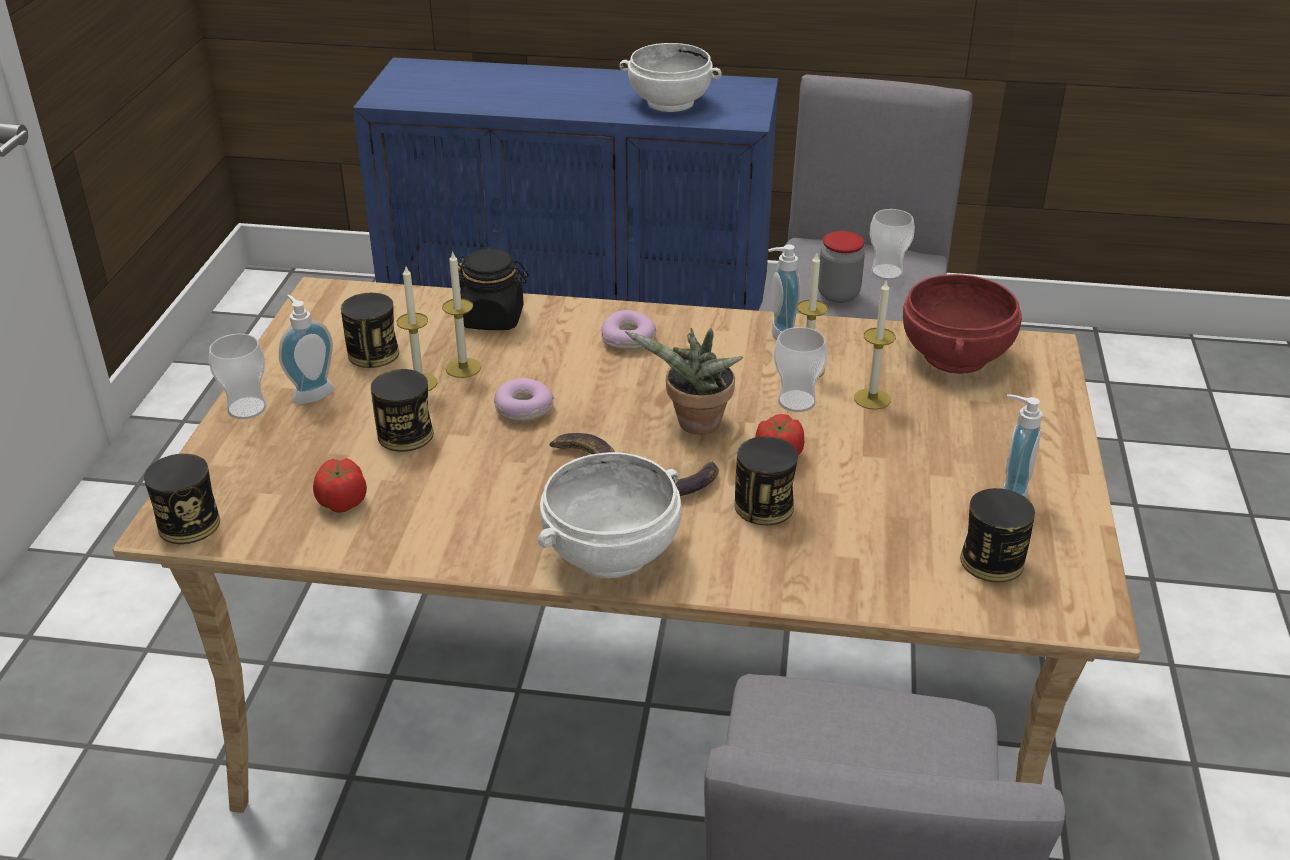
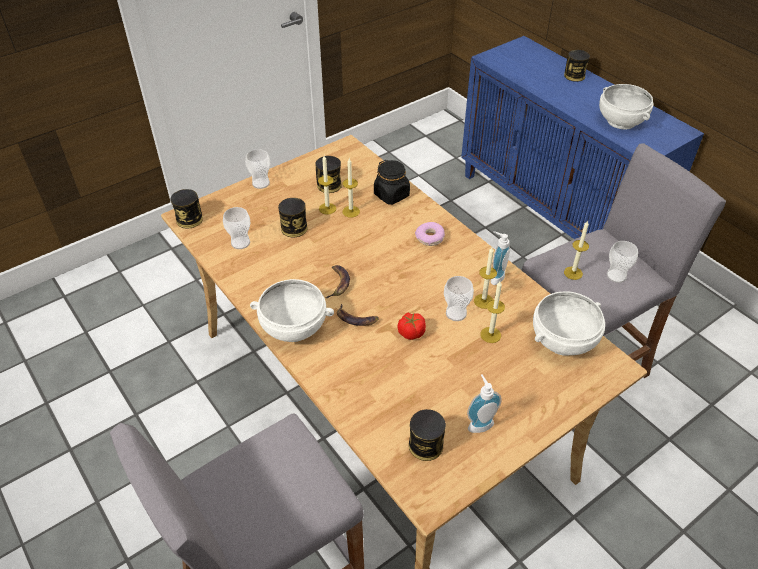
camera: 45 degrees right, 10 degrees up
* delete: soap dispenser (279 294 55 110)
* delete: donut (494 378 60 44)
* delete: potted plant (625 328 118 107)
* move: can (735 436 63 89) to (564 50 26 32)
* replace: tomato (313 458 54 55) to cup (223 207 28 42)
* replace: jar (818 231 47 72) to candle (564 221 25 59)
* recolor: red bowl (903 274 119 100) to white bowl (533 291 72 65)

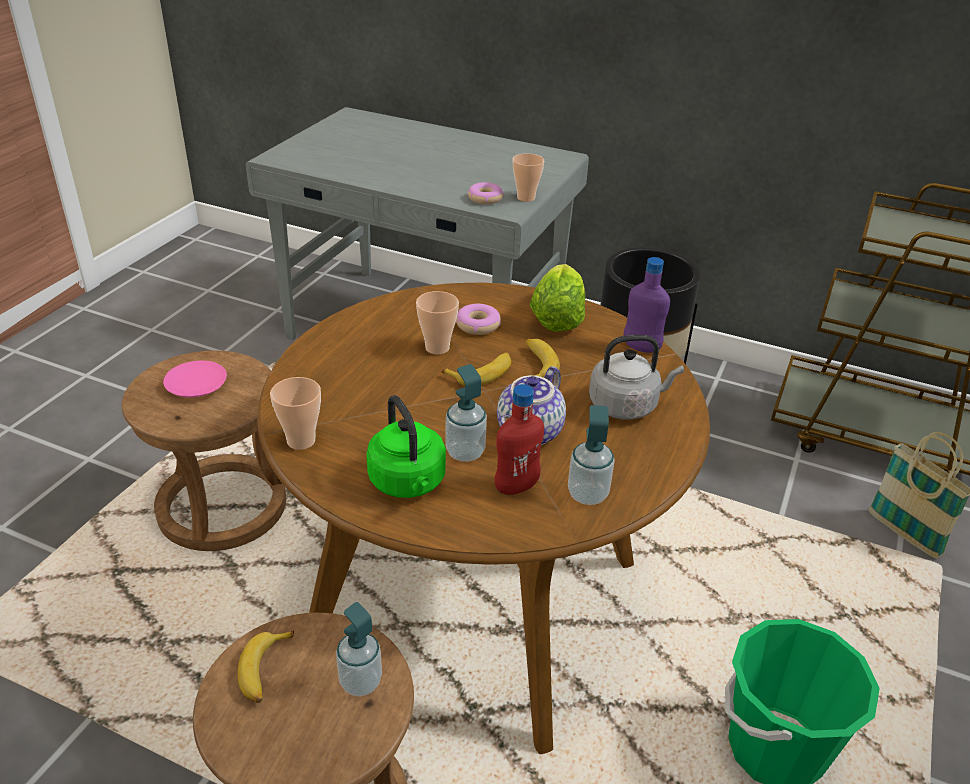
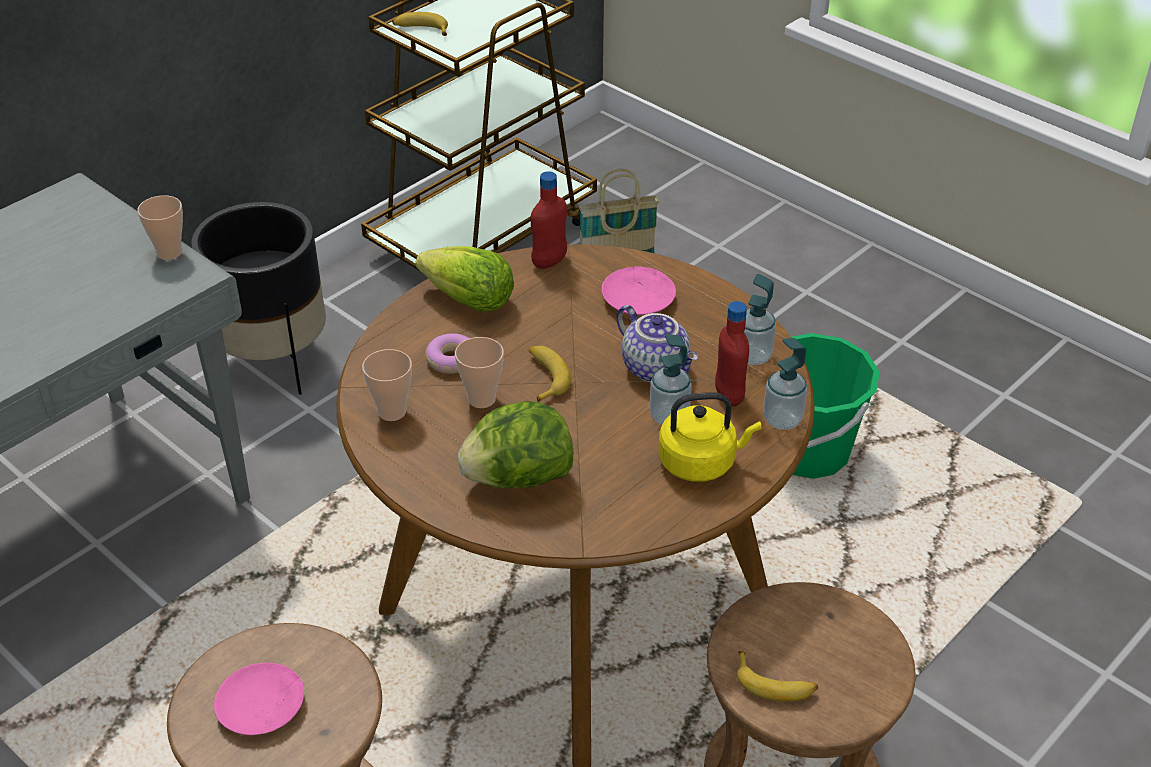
camera: 70 degrees left, 5 degrees up
* delete: donut (468 182 36 23)
* insert: lettuce (458 401 115 87)
* move: cup (270 377 51 73) to (362 349 50 72)
* move: soap dispenser (336 602 46 94) to (764 338 43 92)
* move: banana (526 339 34 39) to (393 12 55 24)
* replace: grey kettle (589 335 95 85) to pink plate (602 266 74 49)
* recolor: green kettle (366 395 80 103) to yellow kettle (659 392 103 90)
* recolor: purple bottle (624 257 46 96) to red bottle (531 171 36 98)

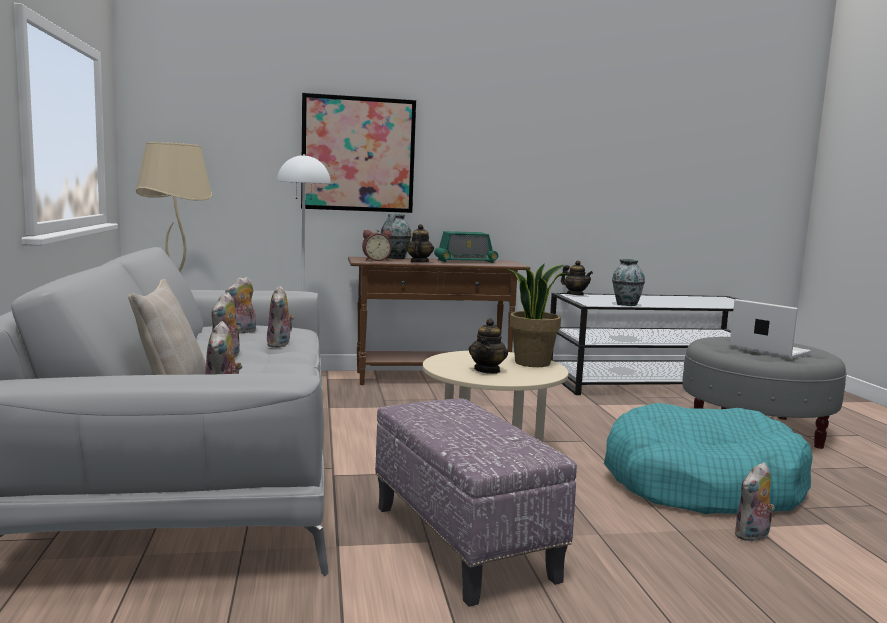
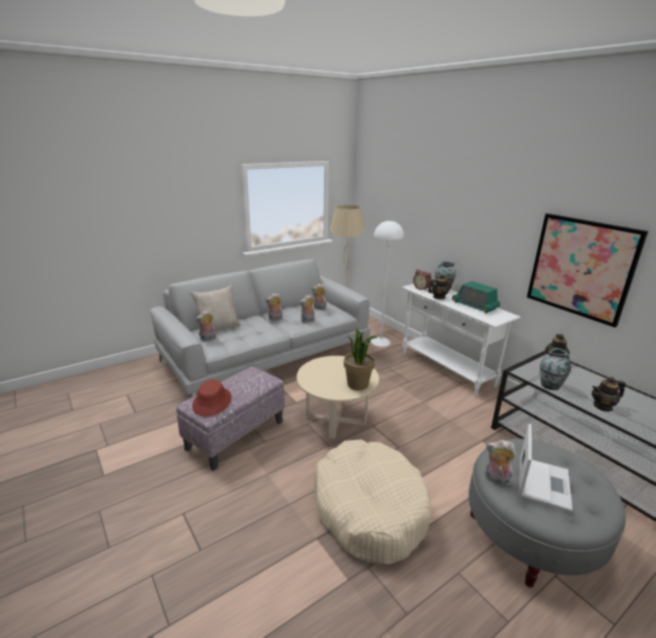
camera: 65 degrees right, 15 degrees up
* insert: red hat (192 379 39 38)
* move: picture (301 93 115 120) to (527 213 121 114)
* move: teapot (469 318 39 56) to (592 377 34 35)
* move: plush toy (734 462 41 80) to (485 440 31 47)
* recolor: brown console table (348 257 182 128) to white console table (401 284 120 113)
* recolor: turquoise dog bed (604 403 209 111) to beige dog bed (314 439 118 125)

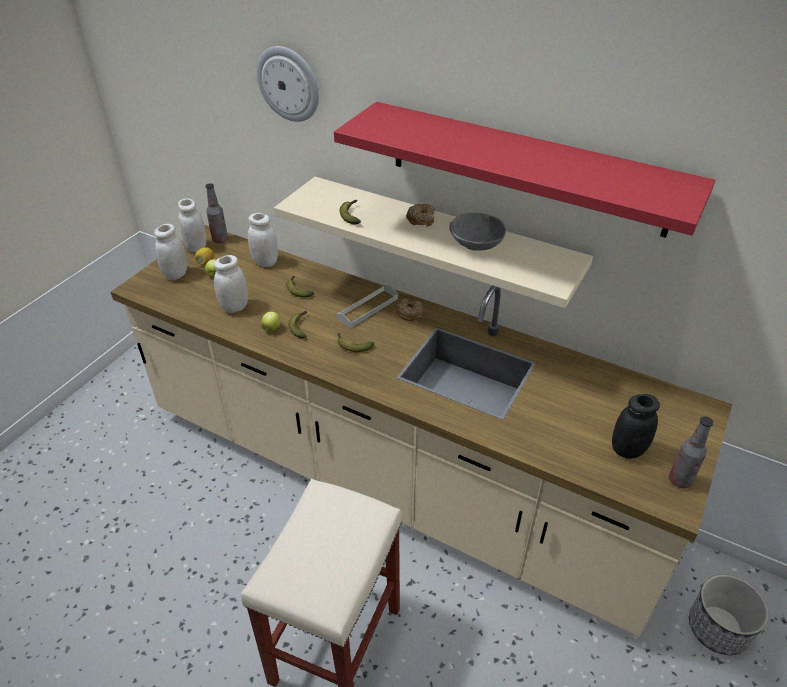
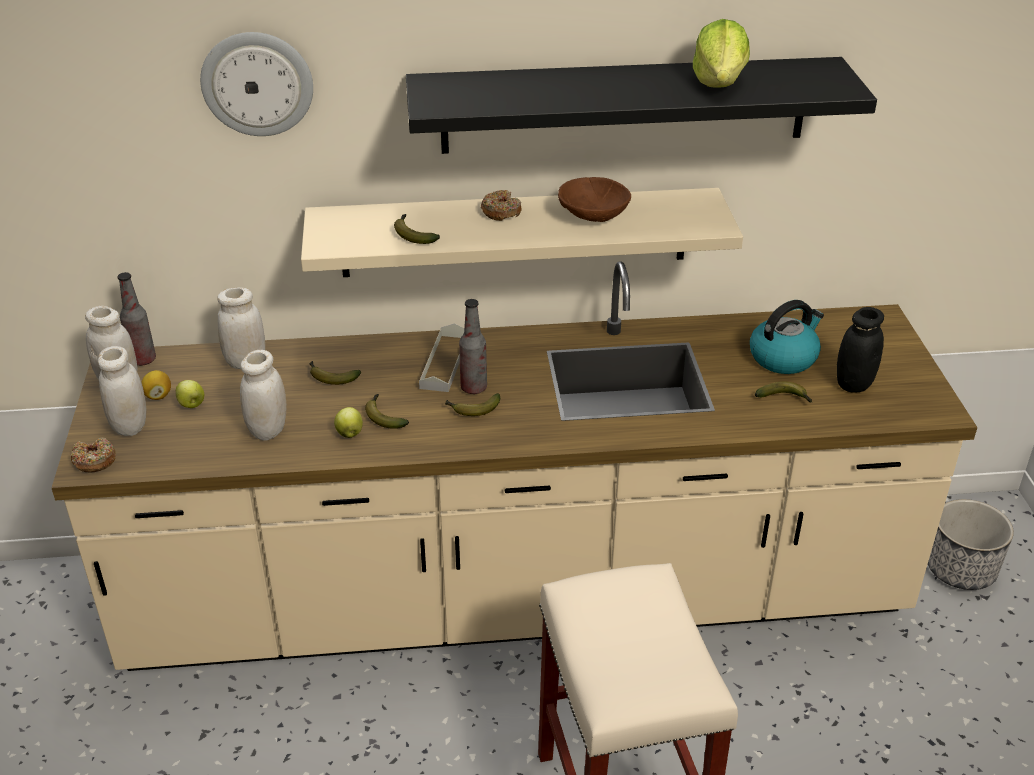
camera: 35 degrees left, 5 degrees down
* insert: lettuce (693 19 57 69)
* insert: kettle (750 300 74 74)
* insert: banana (755 381 57 21)
* move: donut (396 298 27 23) to (71 437 45 36)
* move: bottle (669 416 44 73) to (459 299 28 95)
* recolor: red shelf (334 102 381 136) to black shelf (406 57 471 97)
* recolor: grey bowl (450 213 56 38) to brown bowl (558 177 73 45)

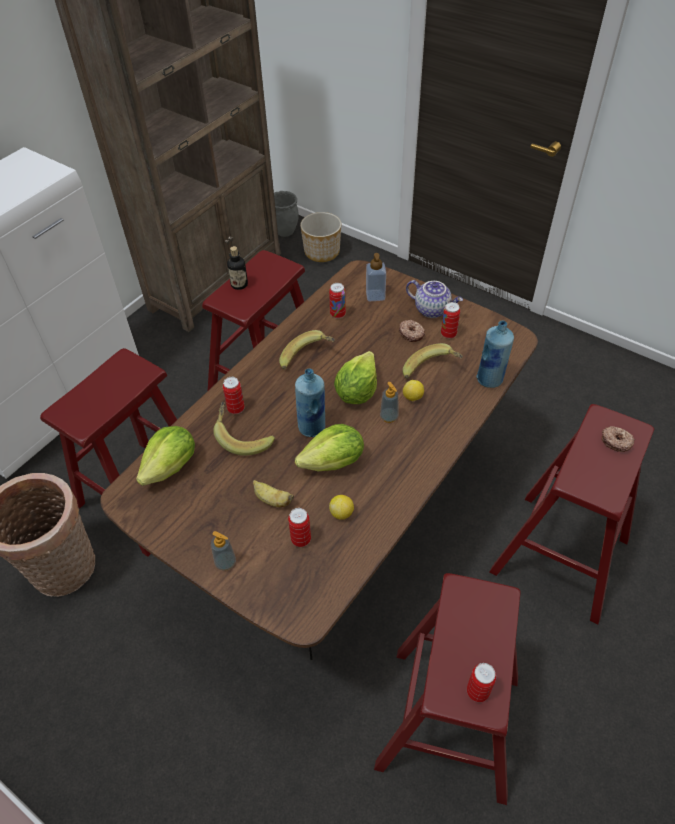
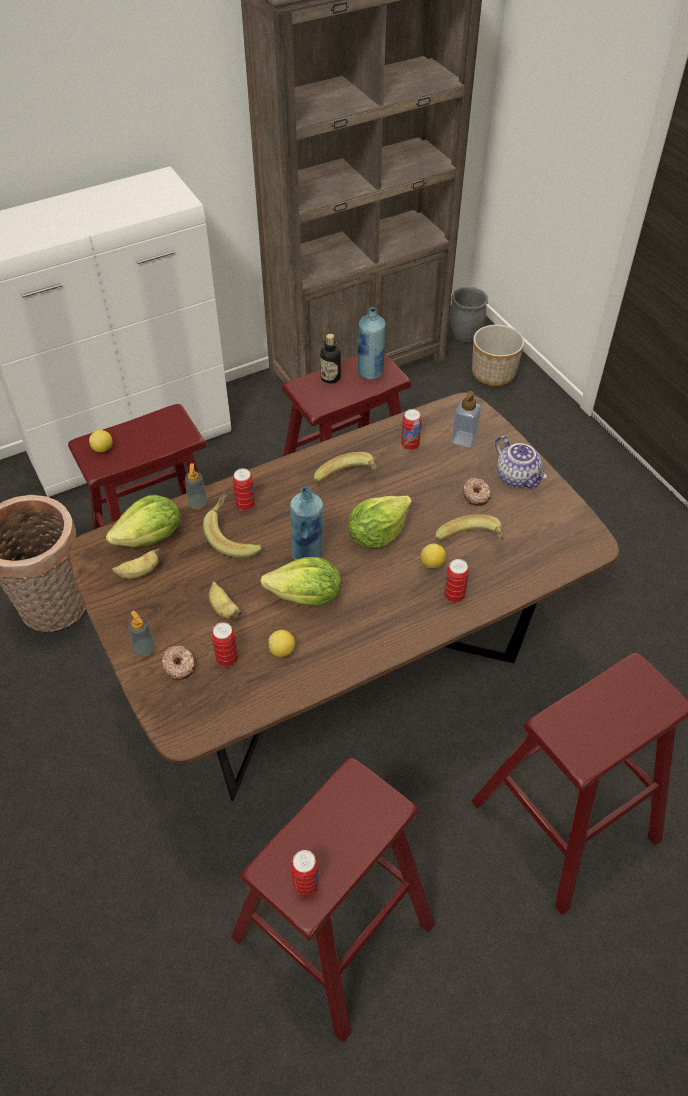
camera: 25 degrees right, 0 degrees up
* insert: lemon (89 430 23 23)
* insert: banana (112 548 48 31)
* move: soap dispenser (380 382 18 41) to (185 463 23 47)
* move: can (441 302 19 36) to (444 559 25 44)
* move: blue bottle (476 320 38 68) to (357 307 29 73)
* move: donut (602 426 33 26) to (162 645 34 35)

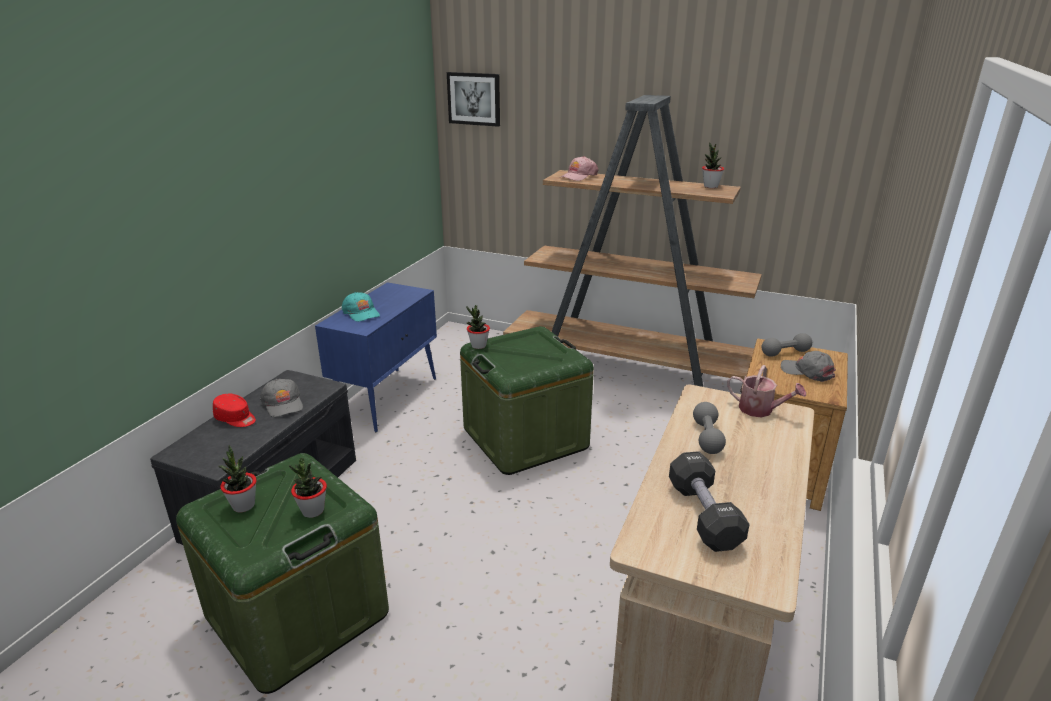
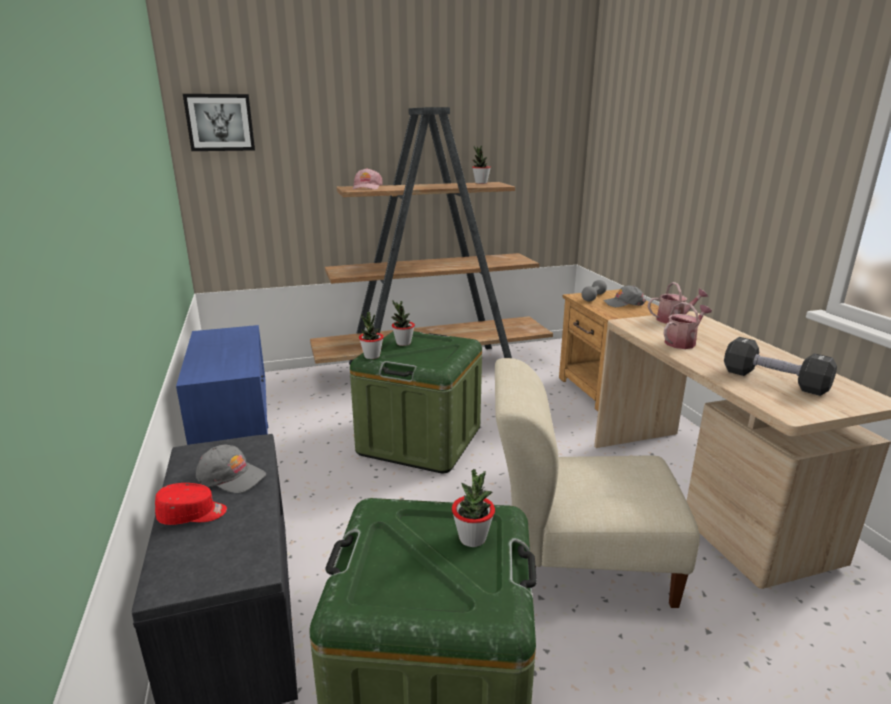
camera: 40 degrees left, 5 degrees down
* delete: turquoise cap (342 292 38 30)
* insert: beige chair (495 358 205 250)
* move: potted plant (219 445 37 68) to (392 300 23 46)
* replace: grey dumbbell (693 402 33 52) to watering can (664 302 48 47)

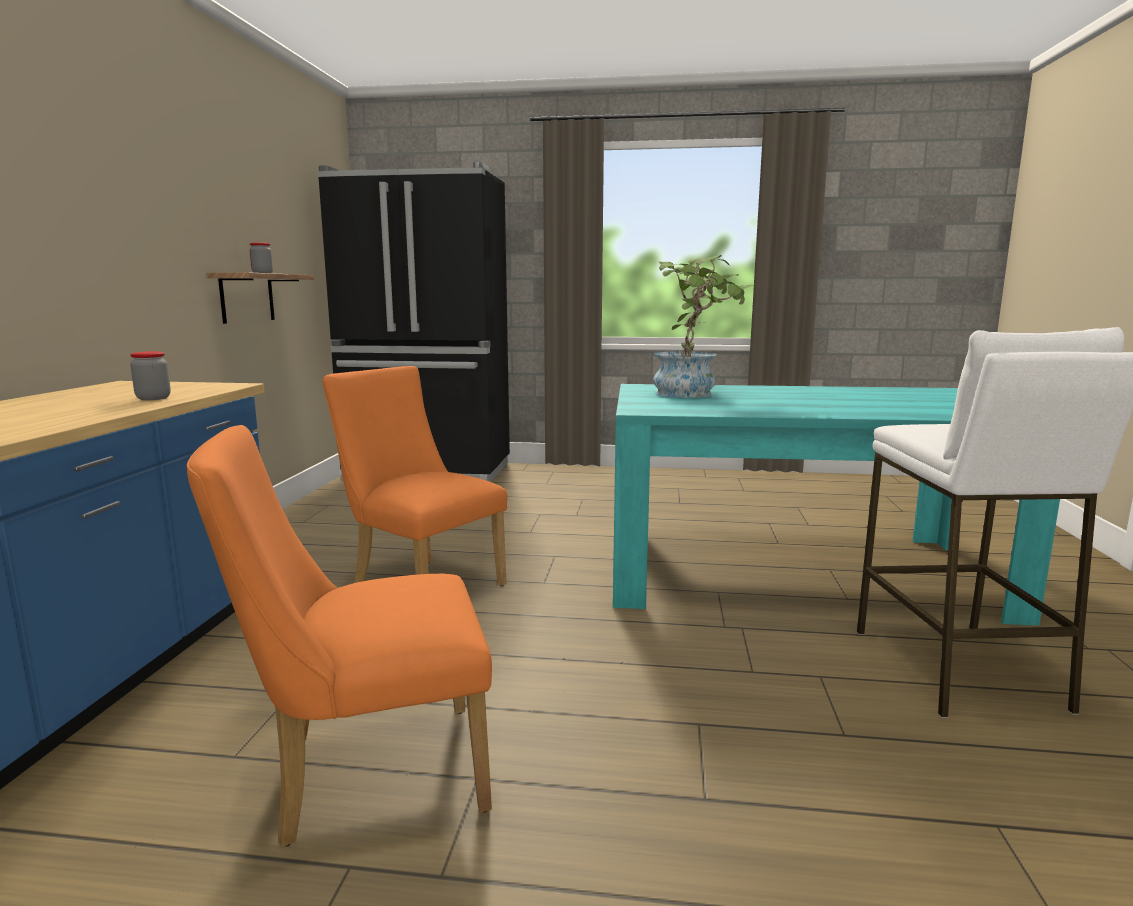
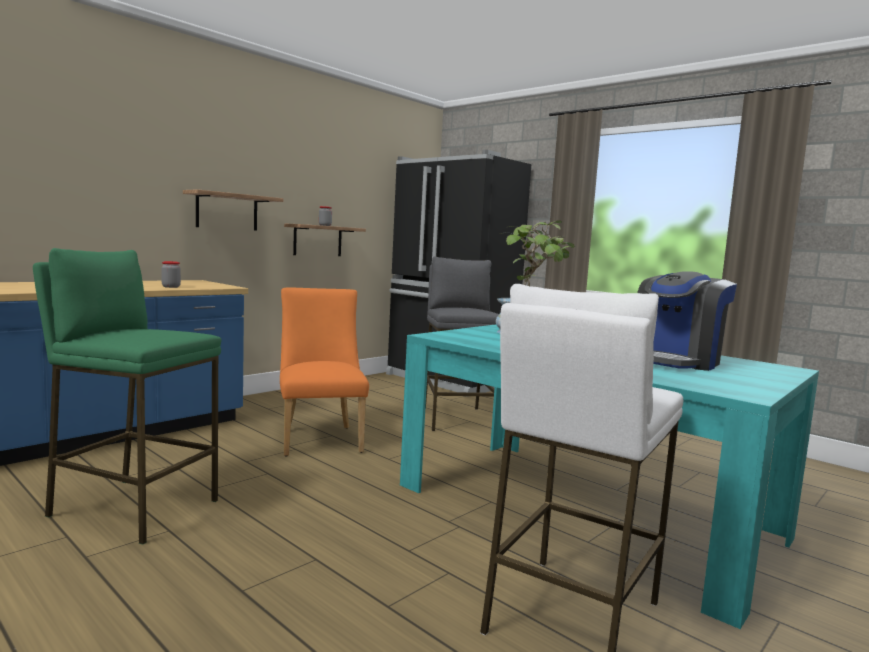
camera: 35 degrees right, 5 degrees down
* insert: shelf (183 189 100 42)
* insert: grey stool (425 257 74 174)
* insert: coffee machine (638 271 99 100)
* replace: orange chair (187 425 305 422) to green stool (33 248 188 297)

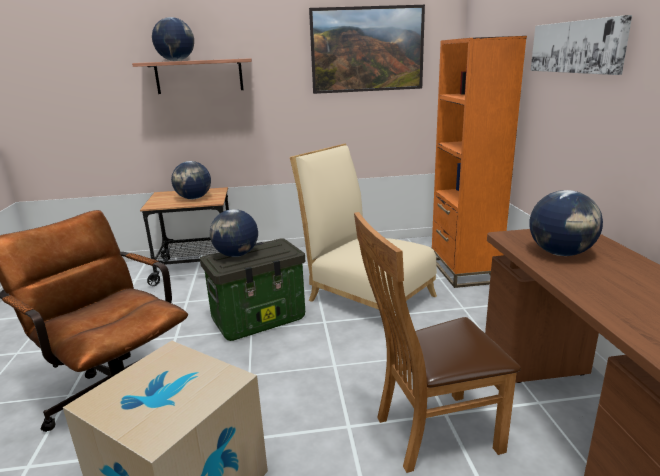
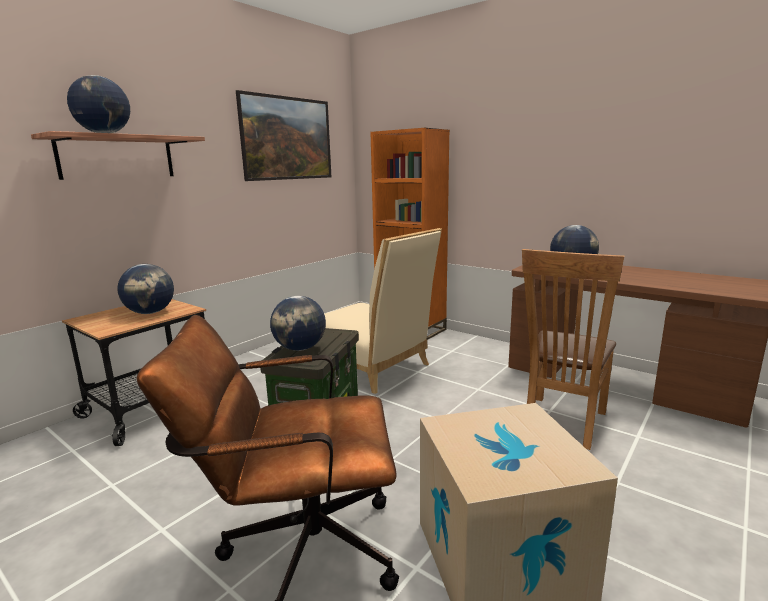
camera: 45 degrees left, 5 degrees down
* delete: picture (531 15 101 60)
* rotate: beige chair (290 143 147 167) = (324 228 118 166) 135 degrees counterclockwise

